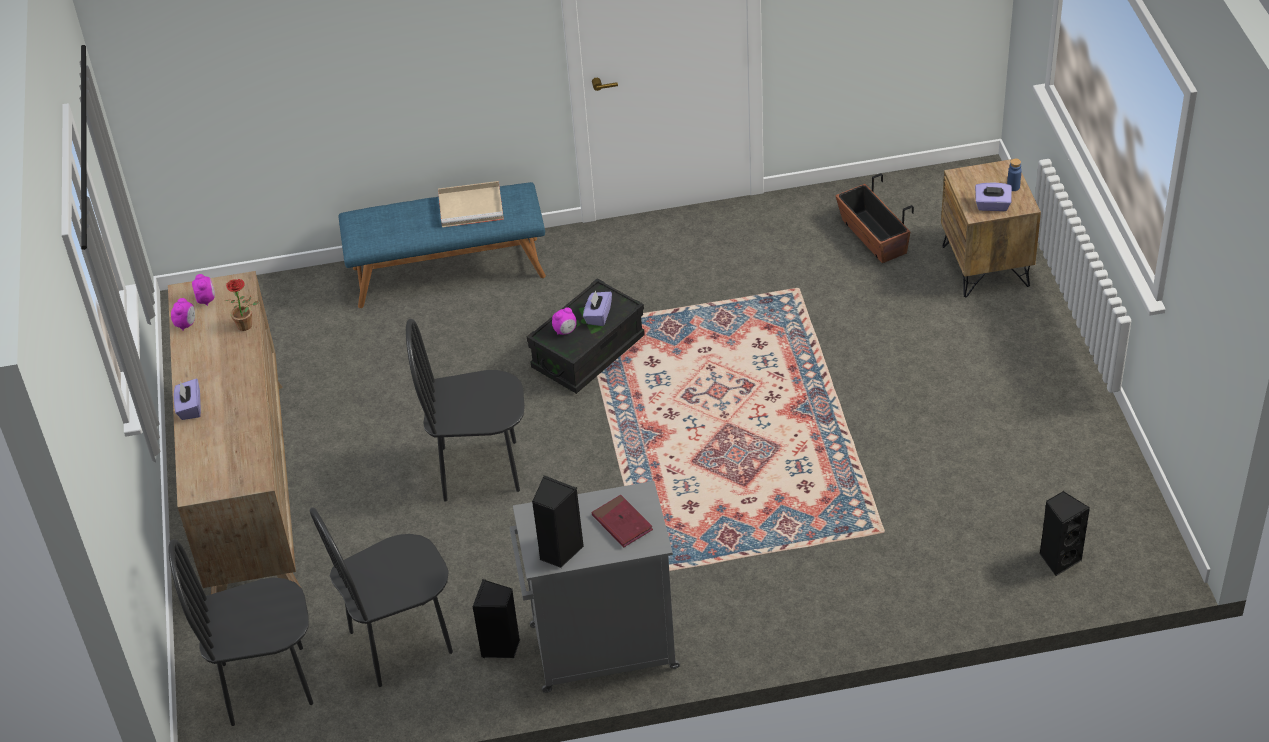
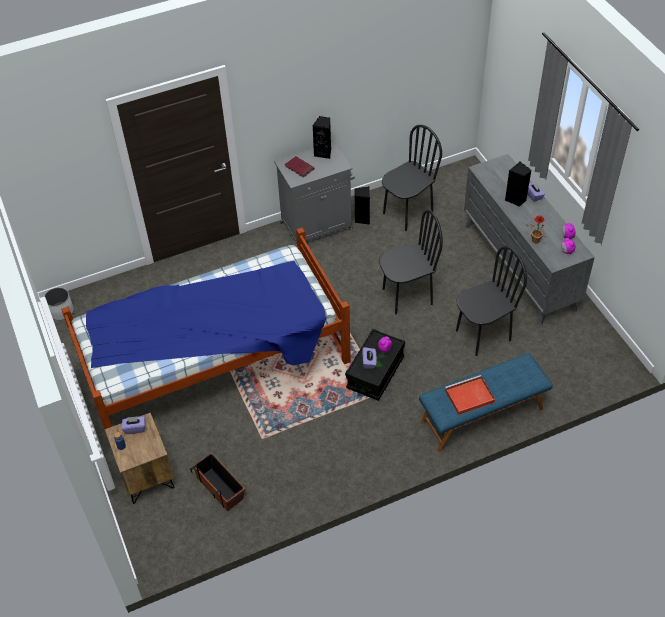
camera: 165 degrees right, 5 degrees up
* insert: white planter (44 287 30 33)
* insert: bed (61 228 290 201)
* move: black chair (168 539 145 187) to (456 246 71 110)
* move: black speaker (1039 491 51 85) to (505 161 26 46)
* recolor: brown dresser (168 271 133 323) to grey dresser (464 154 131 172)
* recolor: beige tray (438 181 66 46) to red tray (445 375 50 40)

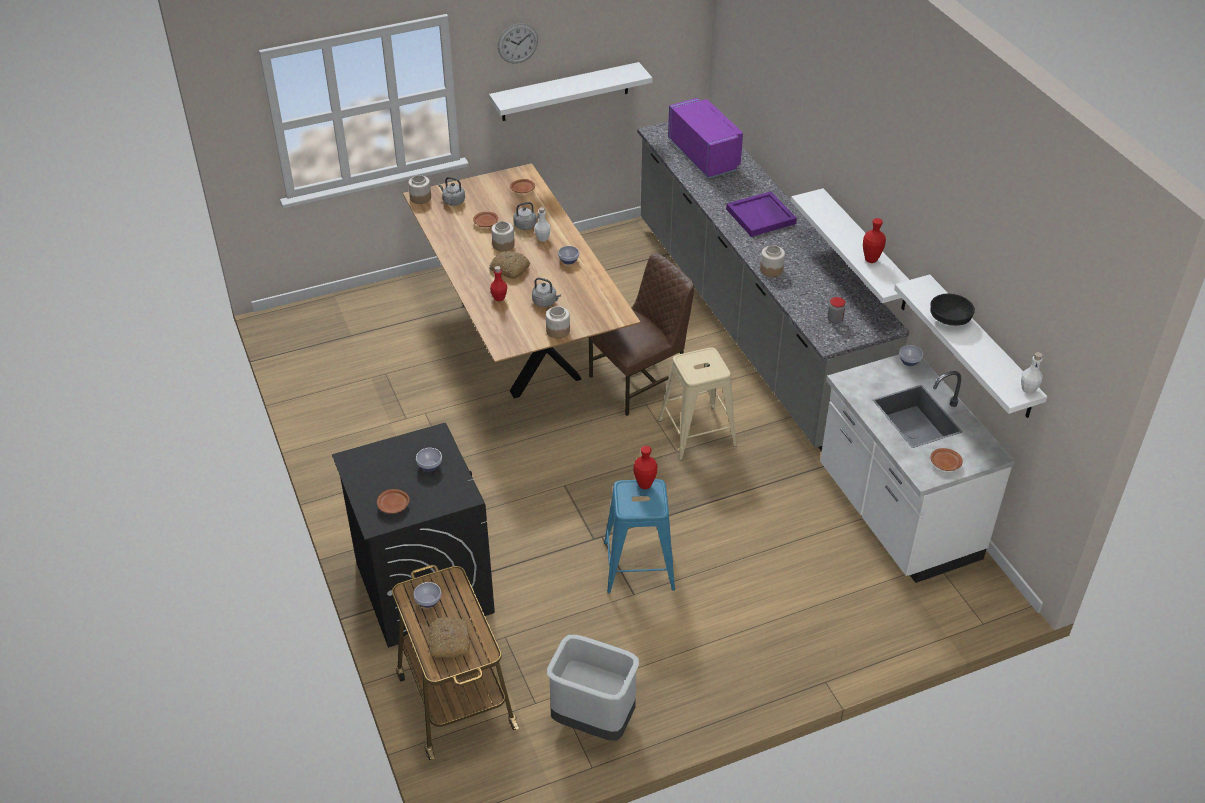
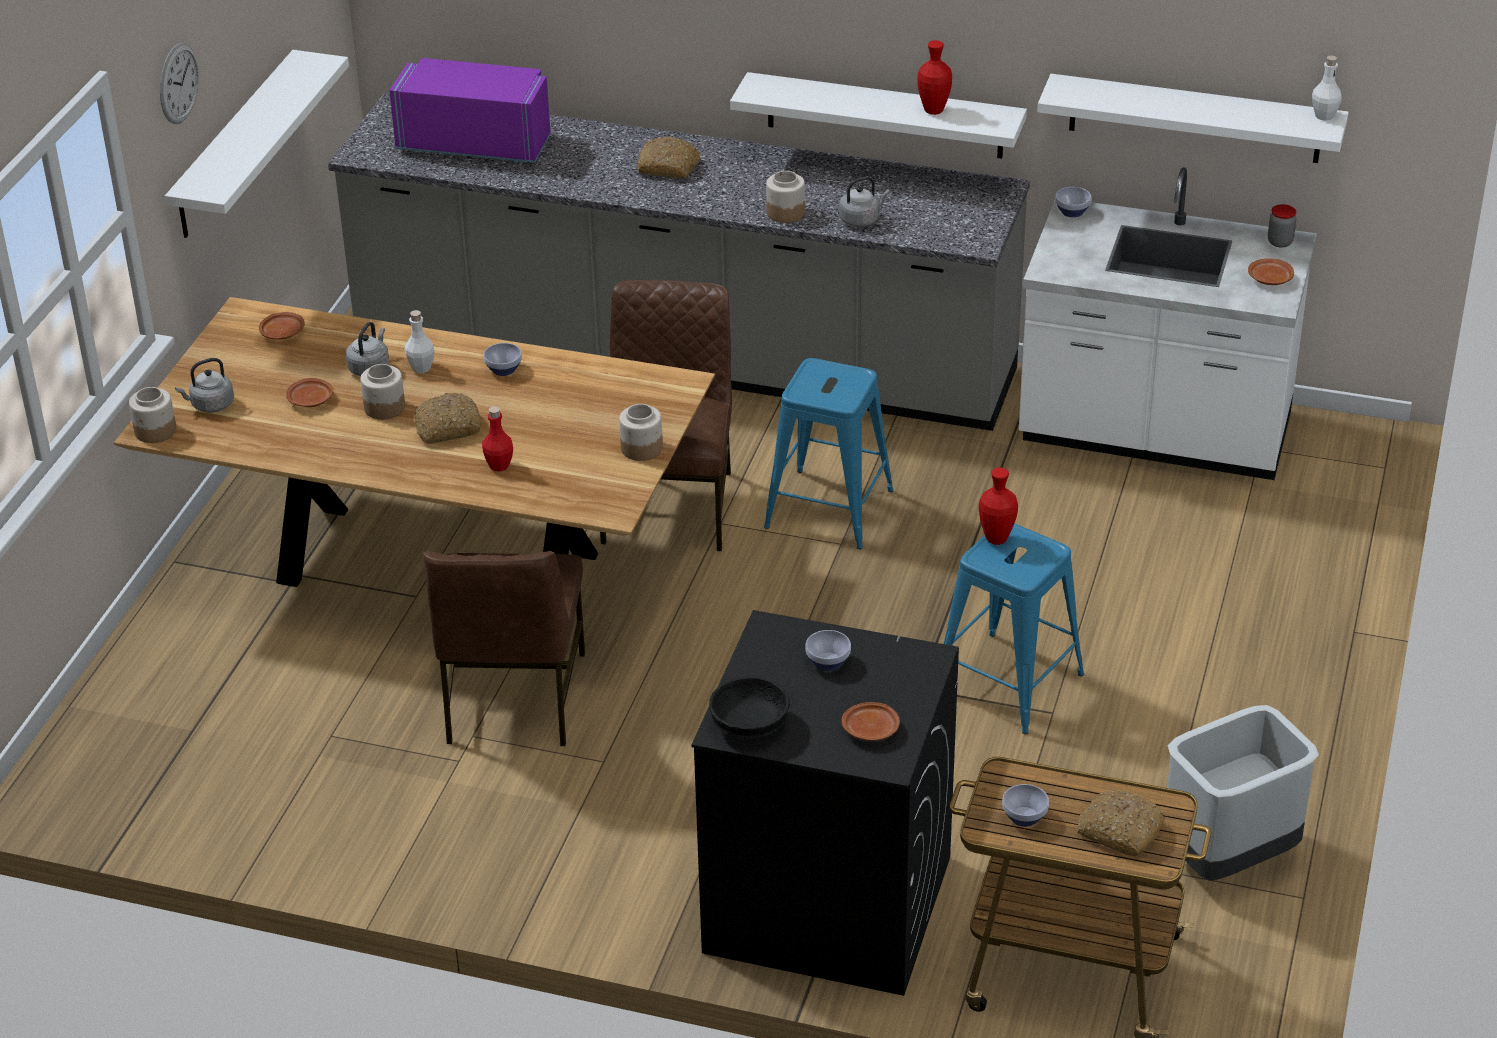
camera: 50 degrees left, 5 degrees down
* insert: brown chair (423 551 162 195)
* move: grey kettle (532 278 29 29) to (839 176 51 51)
* move: jar (827 297 19 27) to (1268 204 28 44)
* move: black bowl (930 293 45 33) to (709 677 81 61)
* replace: purple tray (726 191 71 46) to bread (637 137 63 42)
* recolor: beige stool (658 347 79 113) to blue stool (764 358 130 191)

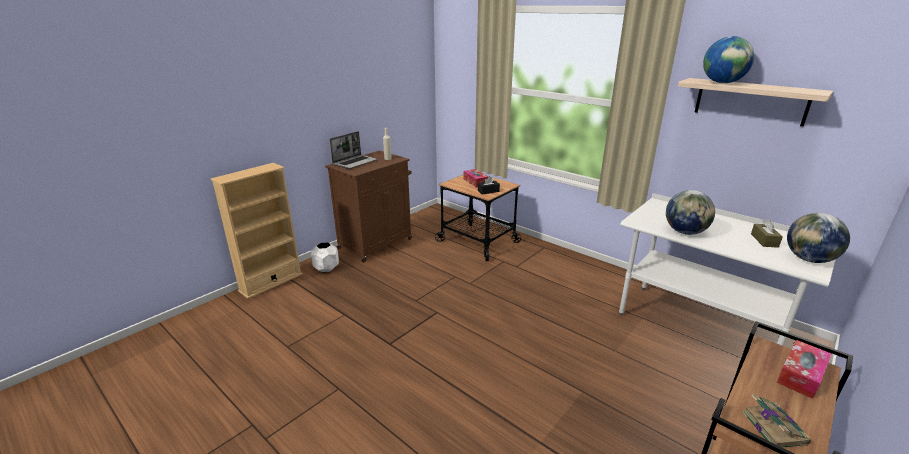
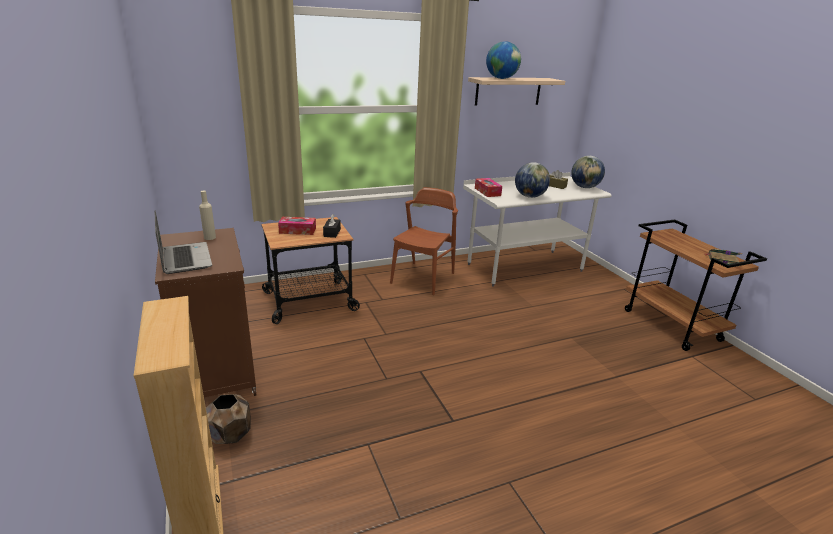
camera: 65 degrees left, 0 degrees up
* insert: brown chair (390 187 68 108)
* move: tissue box (777 340 54 59) to (475 178 27 19)
* recolor: white planter (311 242 28 30) to brown planter (206 394 45 50)

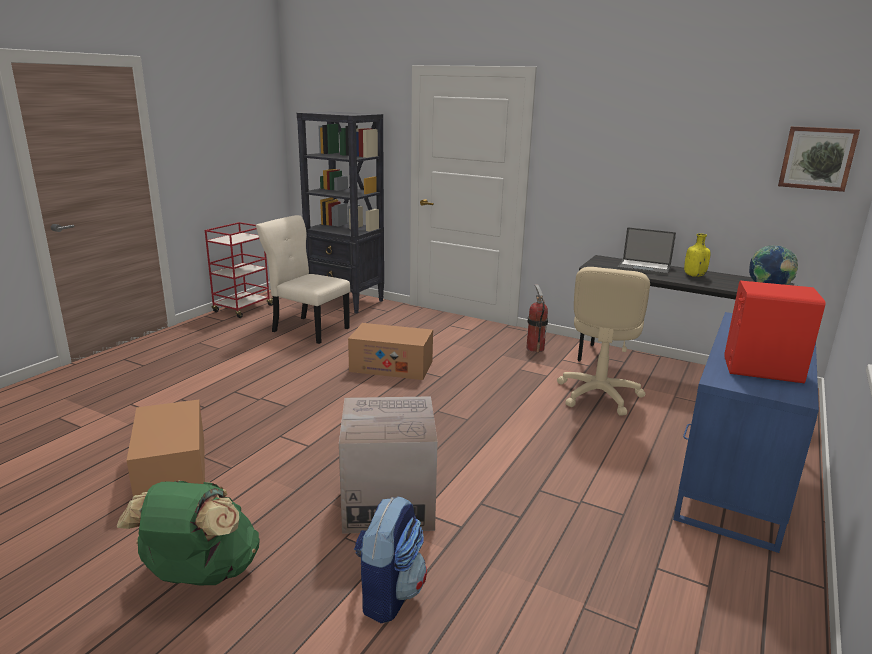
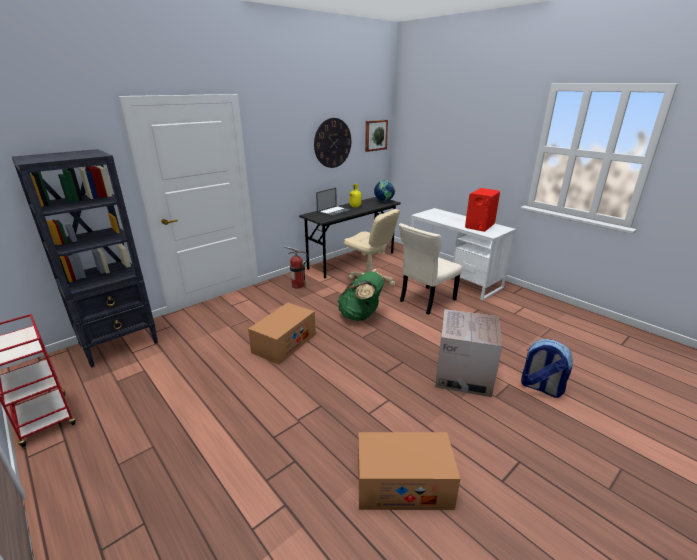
camera: 70 degrees left, 5 degrees up
* insert: wall clock (314 118 37 50)
* move: green backpack (117 480 143 105) to (337 272 49 49)
* move: beige chair (256 215 94 129) to (399 223 63 92)
* recolor: blue desk (673 312 146 241) to white desk (411 208 105 93)

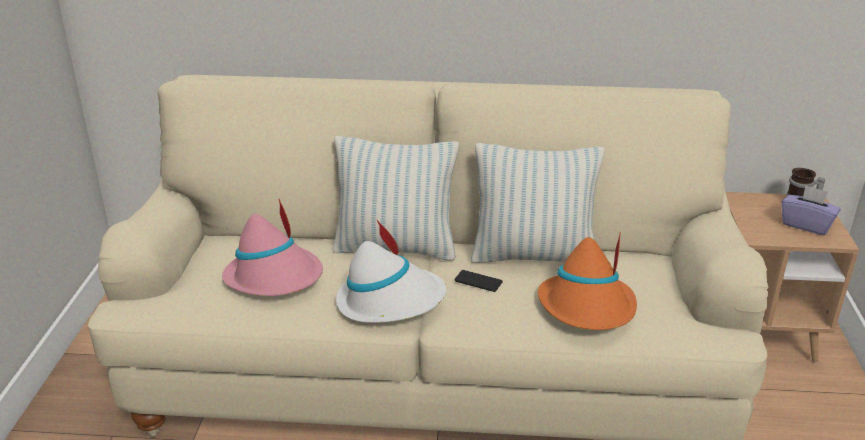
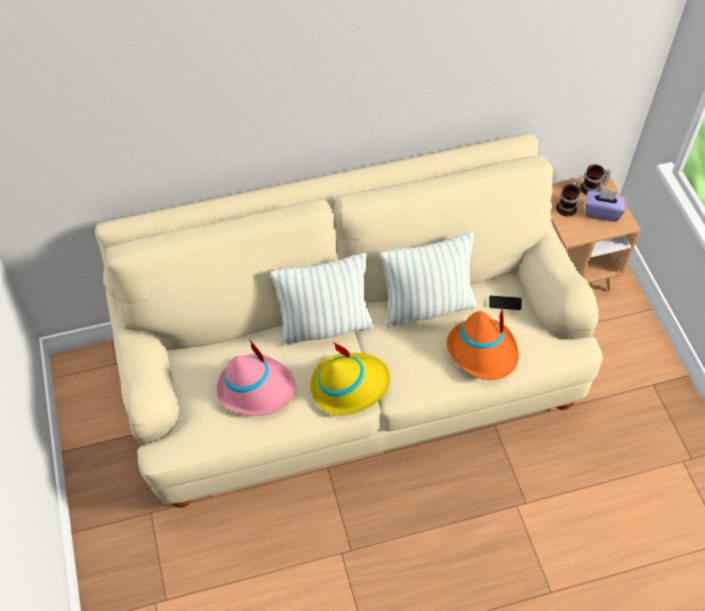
camera: 20 degrees left, 25 degrees up
* insert: mug (556 181 24 36)
* move: phone (454 270 49 22) to (489 295 32 15)
* recolor: white hat (336 220 111 103) to yellow hat (310 341 80 75)

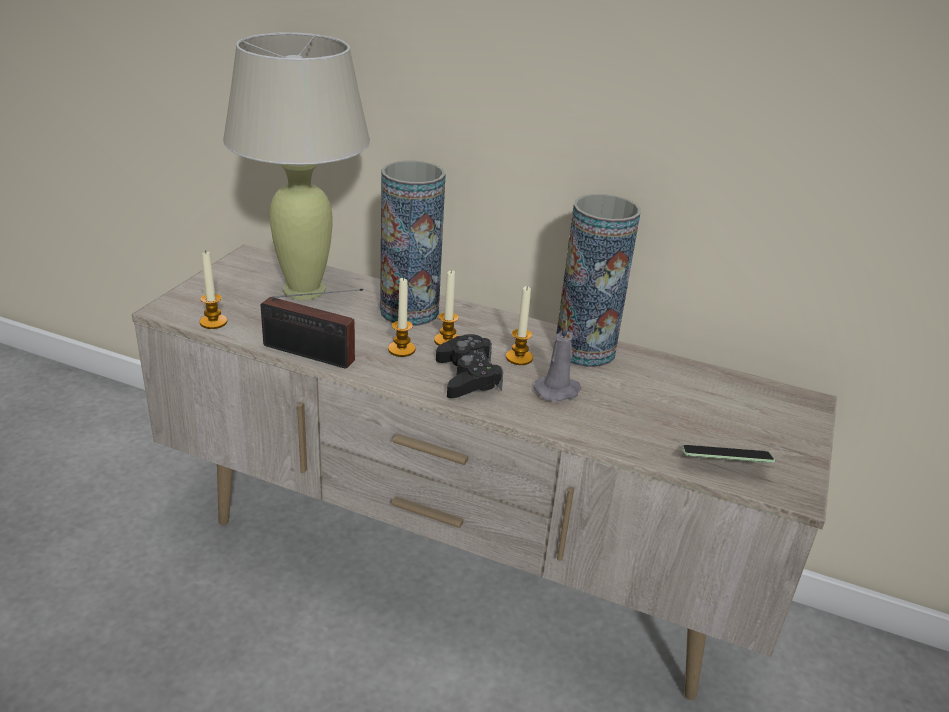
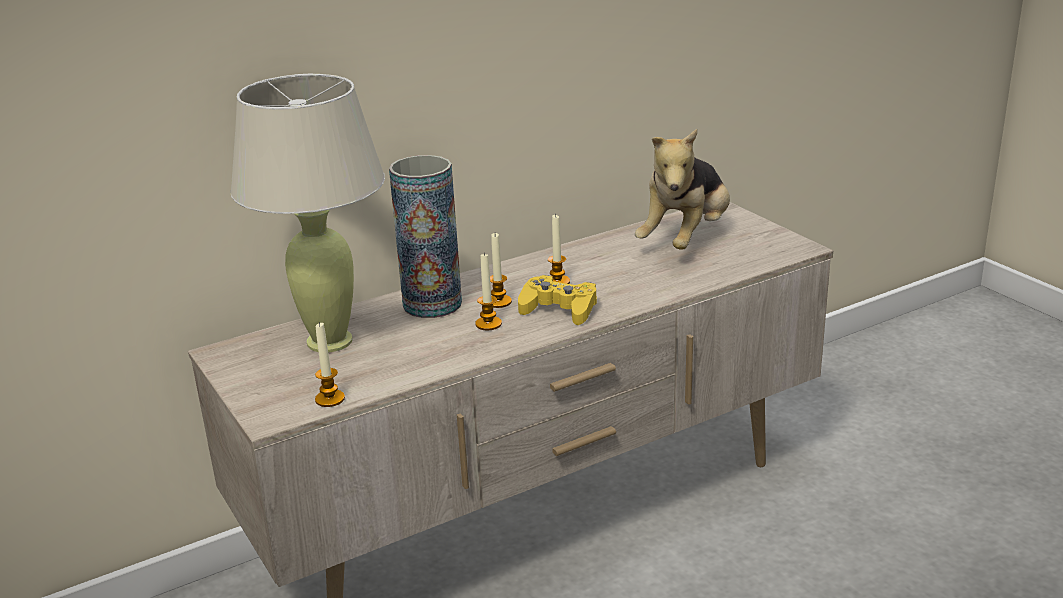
camera: 50 degrees left, 5 degrees down
* delete: radio (260 289 103 80)
* delete: grey candle (534 320 47 82)
* delete: vase (557 194 84 173)
* delete: phone (682 445 93 18)
* insert: plush toy (635 129 95 121)
* recolor: black game controller (436 334 67 64) to yellow game controller (518 275 79 50)

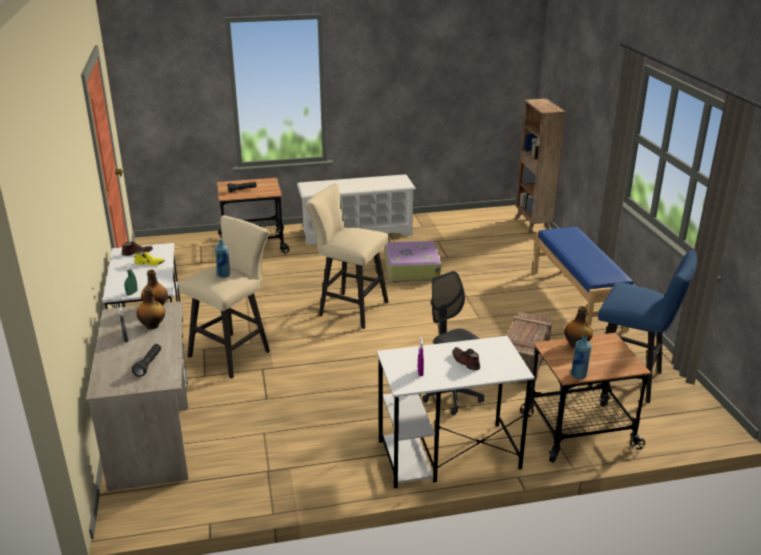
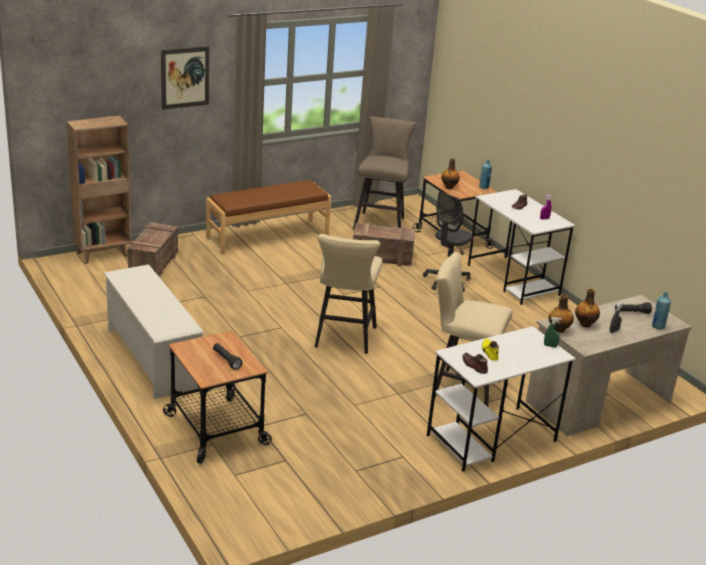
camera: 110 degrees left, 0 degrees up
* delete: suitcase (385 241 57 41)
* insert: crate (127 222 51 54)
* insert: picture (161 46 48 64)
* move: blue bottle (215 240 15 38) to (652 292 19 38)
* recolor: blue bench (532 227 104 105) to brown bench (206 180 125 75)
* recolor: blue stool (588 250 109 153) to beige stool (353 116 64 114)

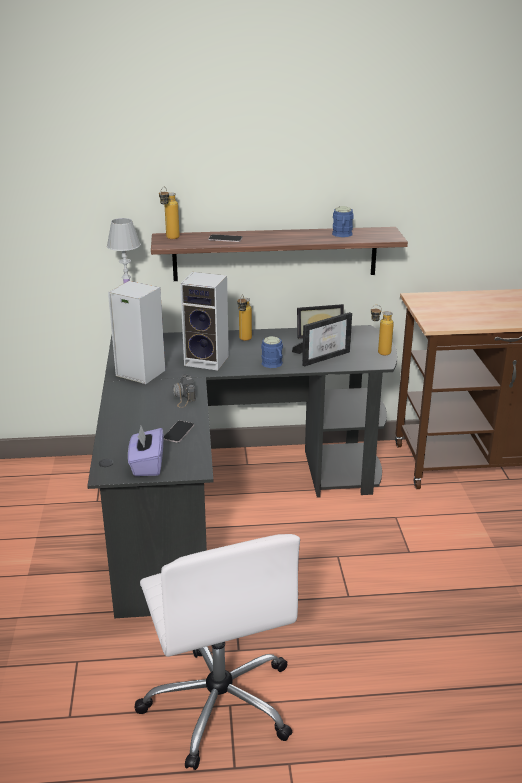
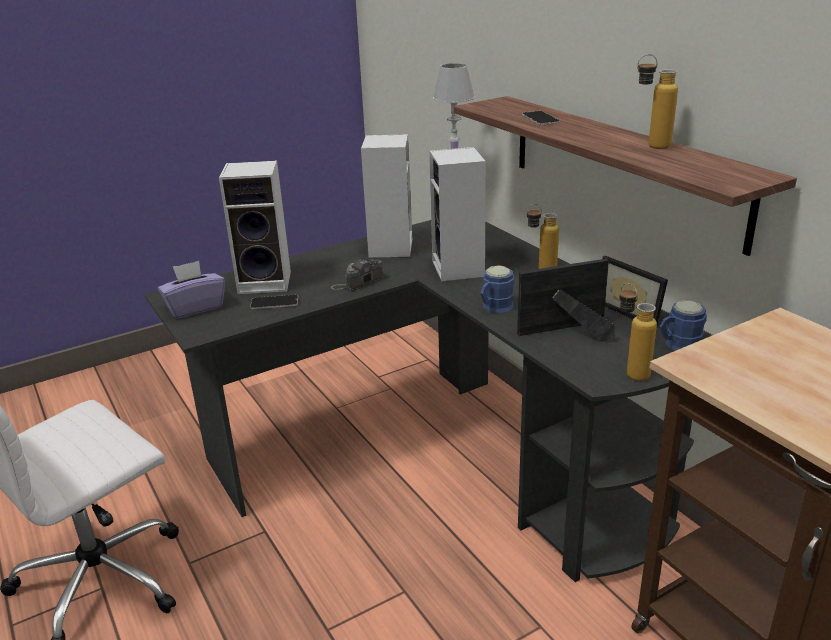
camera: 65 degrees right, 0 degrees up
* insert: speaker (219 161 72 133)
* move: bottle (159 187 21 52) to (637 54 41 95)
* move: blue mug (332 206 22 31) to (659 300 48 51)
* rotate: picture frame (292 312 60 55) = (517 259 98 83) 135 degrees clockwise

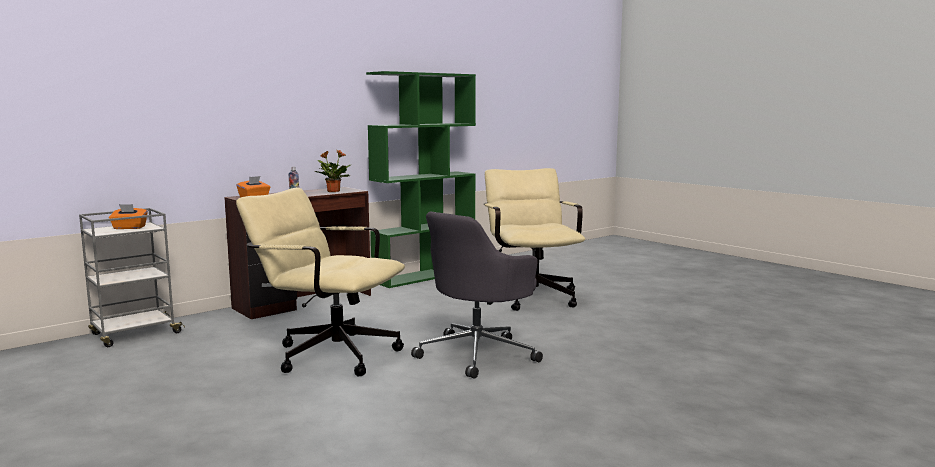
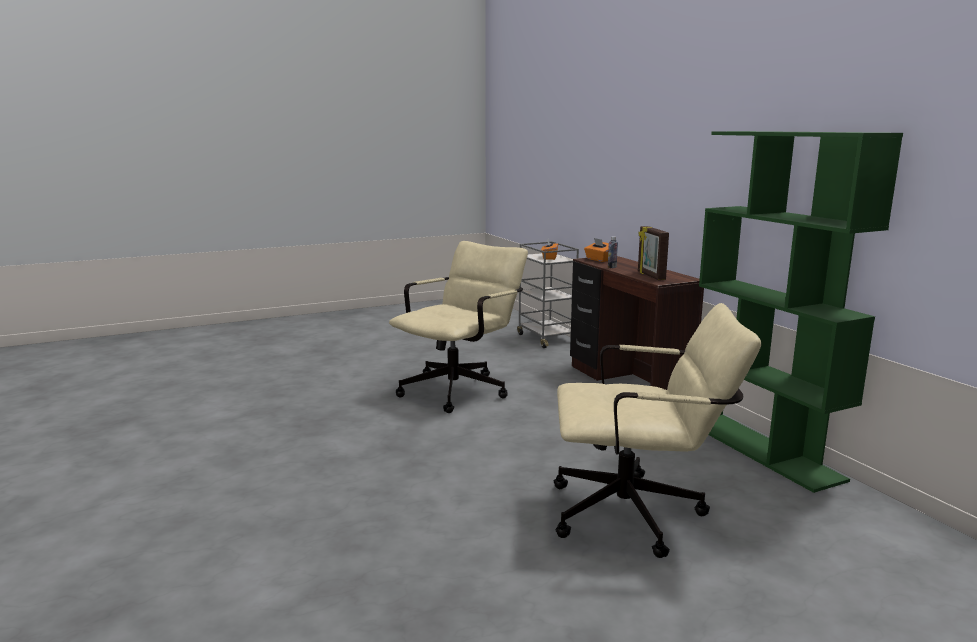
camera: 105 degrees right, 5 degrees up
* delete: grey office chair (411 212 132 167)
* replace: potted plant (314 150 36 42) to picture frame (638 226 31 54)

